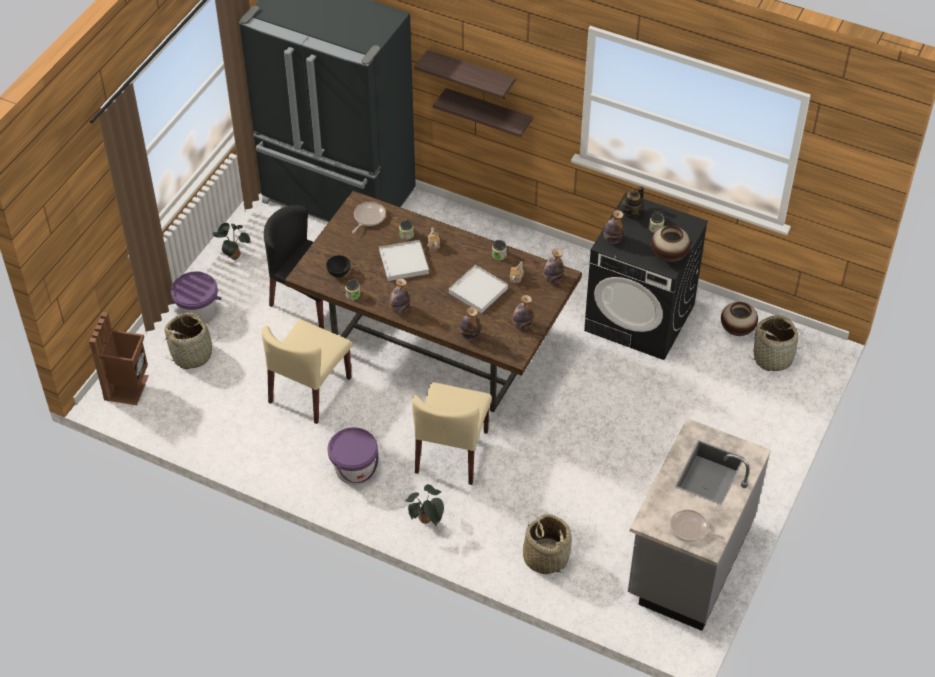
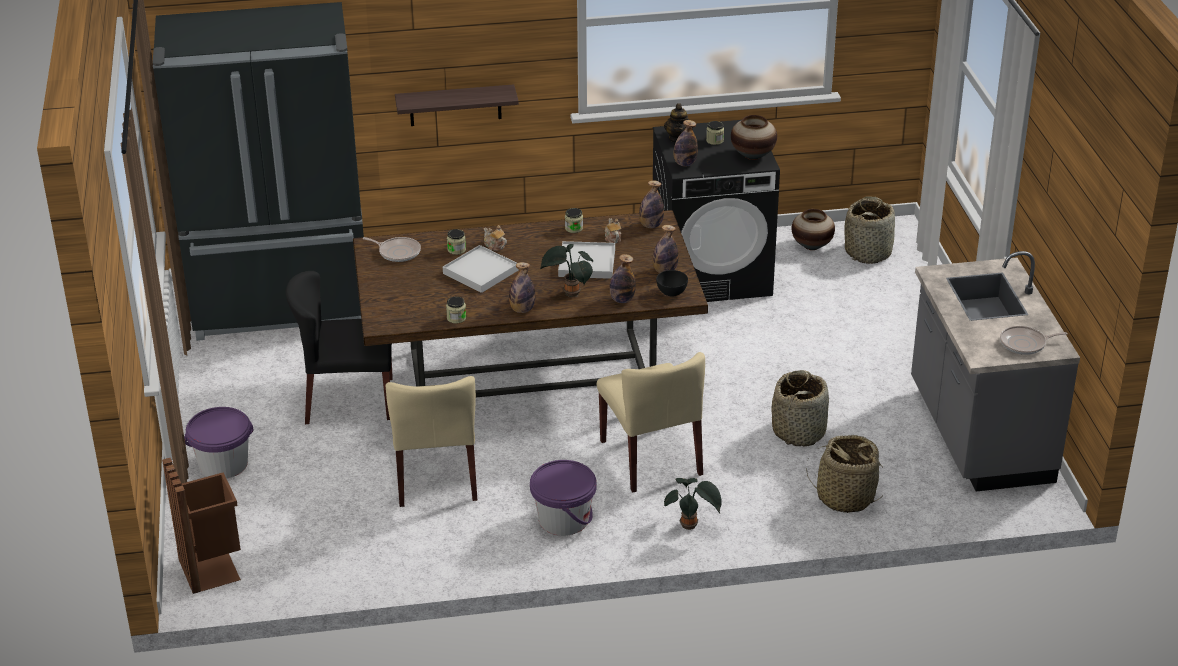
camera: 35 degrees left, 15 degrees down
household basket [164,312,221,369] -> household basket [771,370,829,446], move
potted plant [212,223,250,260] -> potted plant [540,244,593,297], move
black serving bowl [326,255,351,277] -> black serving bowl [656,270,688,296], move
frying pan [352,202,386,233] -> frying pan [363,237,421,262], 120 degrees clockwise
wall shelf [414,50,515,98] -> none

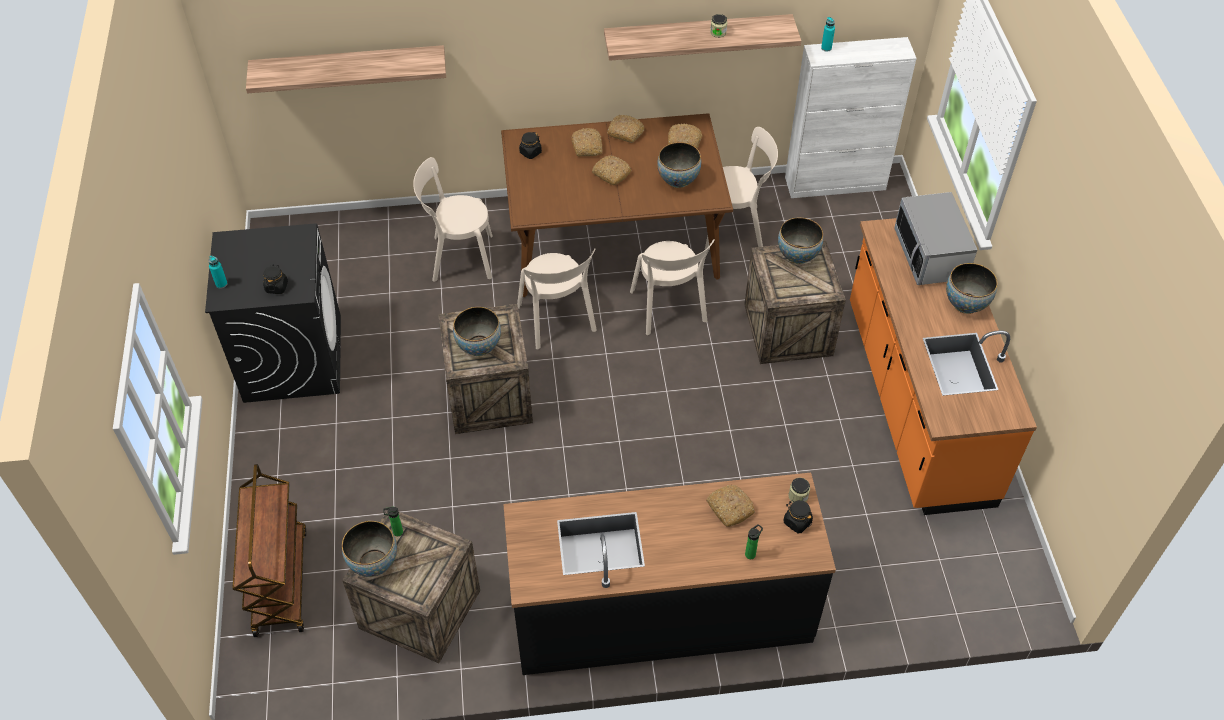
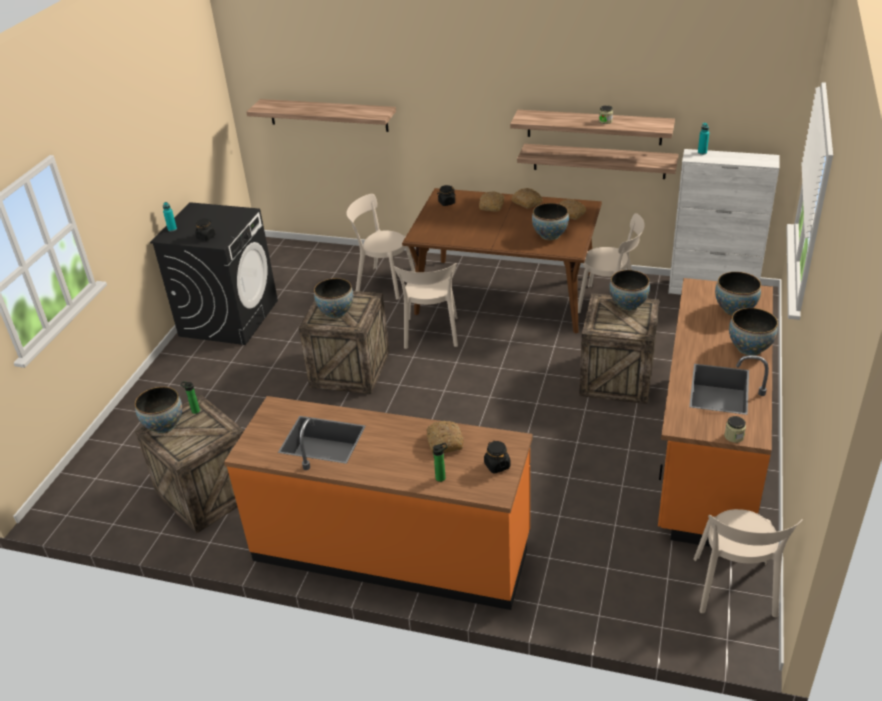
camera: 25 degrees right, 15 degrees down
brown trolley [232,464,307,637] -> none
black counter [503,473,836,675] -> orange counter [224,396,533,610]
bakery bread [592,155,632,185] -> none
beige chair [630,239,715,335] -> beige chair [694,509,803,618], move
preserve jar [788,478,810,502] -> preserve jar [724,416,746,443], move
microwave oven [894,192,977,285] -> serving bowl [715,272,761,316]
none -> wall shelf [517,144,679,179]

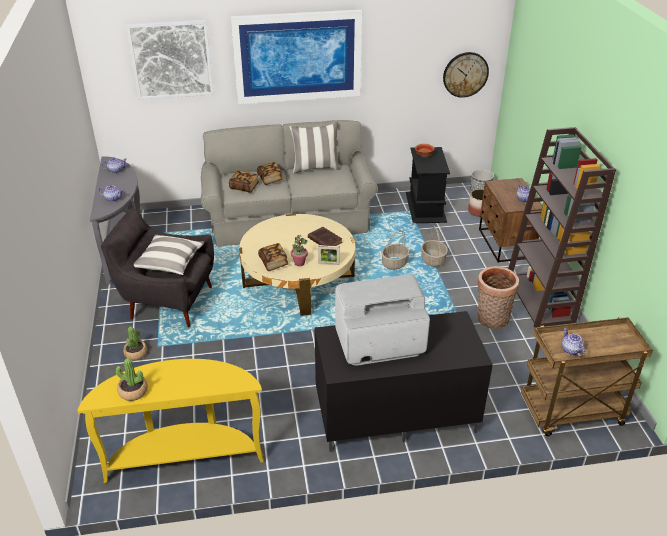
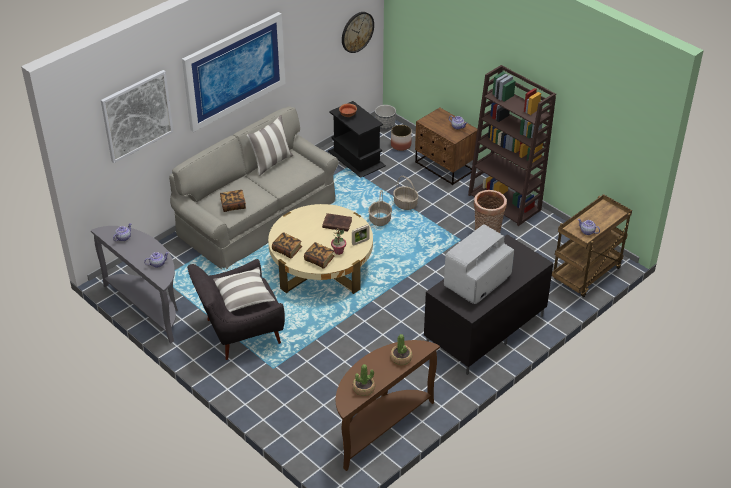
camera: 35 degrees left, 5 degrees up
yellow-coloured console table [78,359,264,483] -> brown console table [336,340,440,471]
potted plant [123,327,147,360] -> potted plant [390,334,412,365], move
bound book [257,162,283,185] -> bound book [272,232,302,259], move

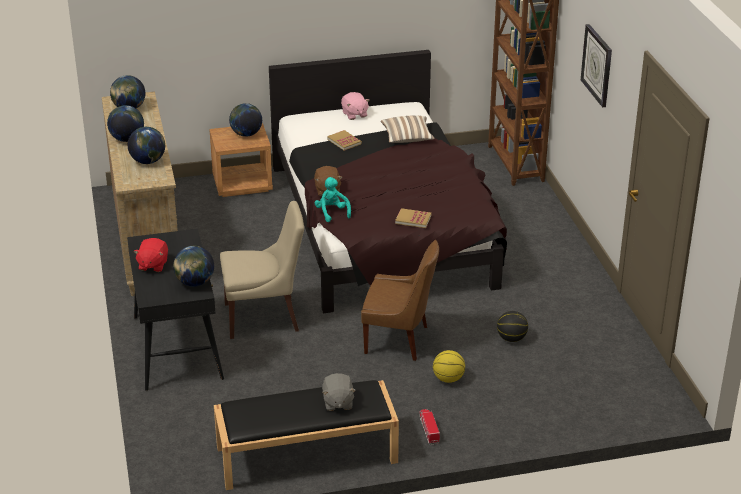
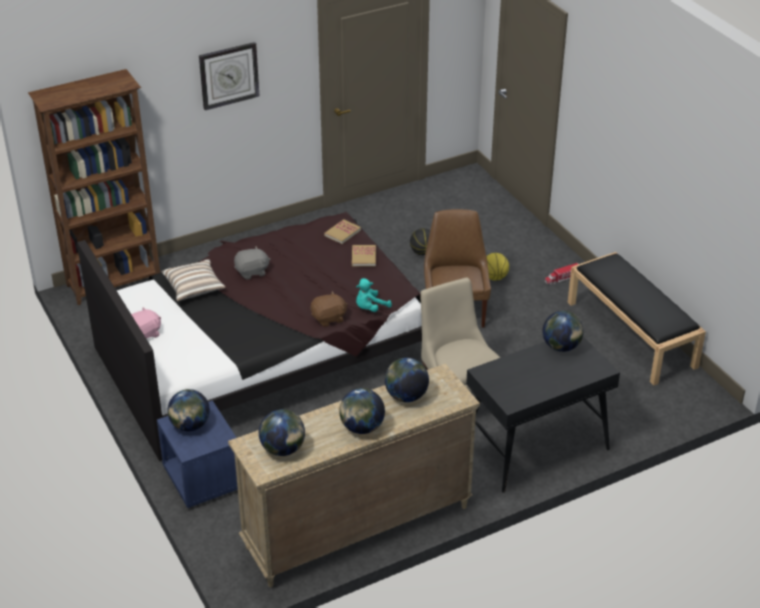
camera: 105 degrees left, 5 degrees up
red soft toy [133,238,168,272] -> none
brown night table [209,123,273,197] -> bluish night table [157,400,238,508]
greyish soft toy [322,373,356,411] -> greyish soft toy [234,246,270,280], move
bound book [327,130,362,151] -> bound book [324,219,361,244], move

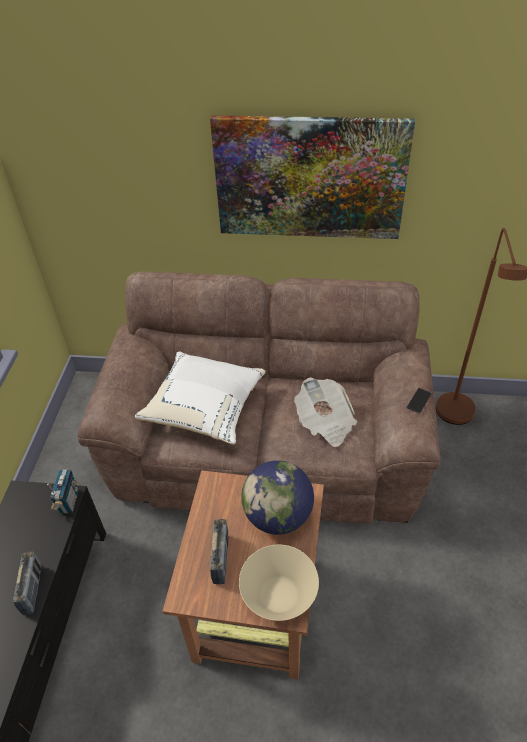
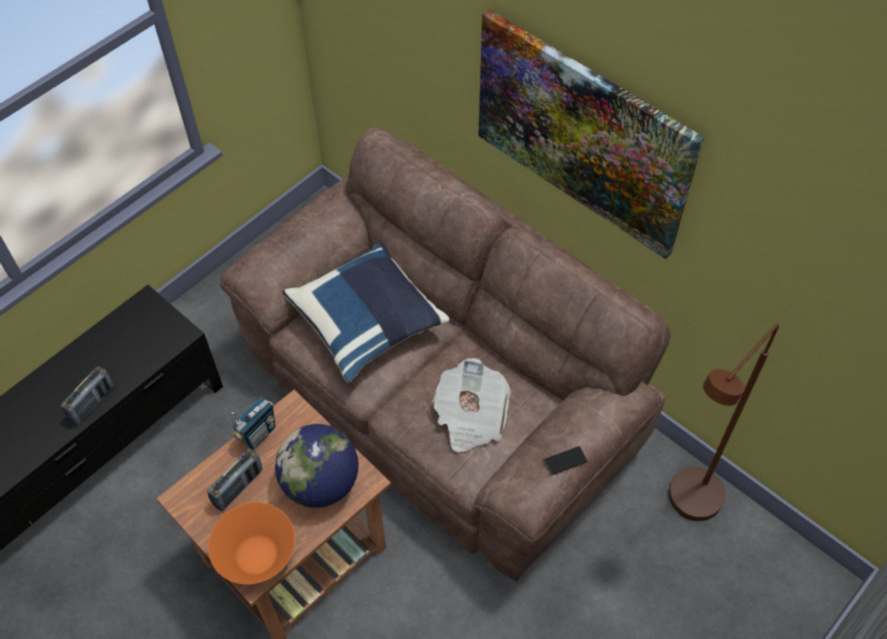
camera: 35 degrees right, 10 degrees up
radio set [47,469,78,513] -> radio set [232,397,276,450], move
whitish cushion [135,352,266,445] -> bluish cushion [282,241,450,383]
beige serving bowl [239,545,319,621] -> orange serving bowl [208,502,295,584]

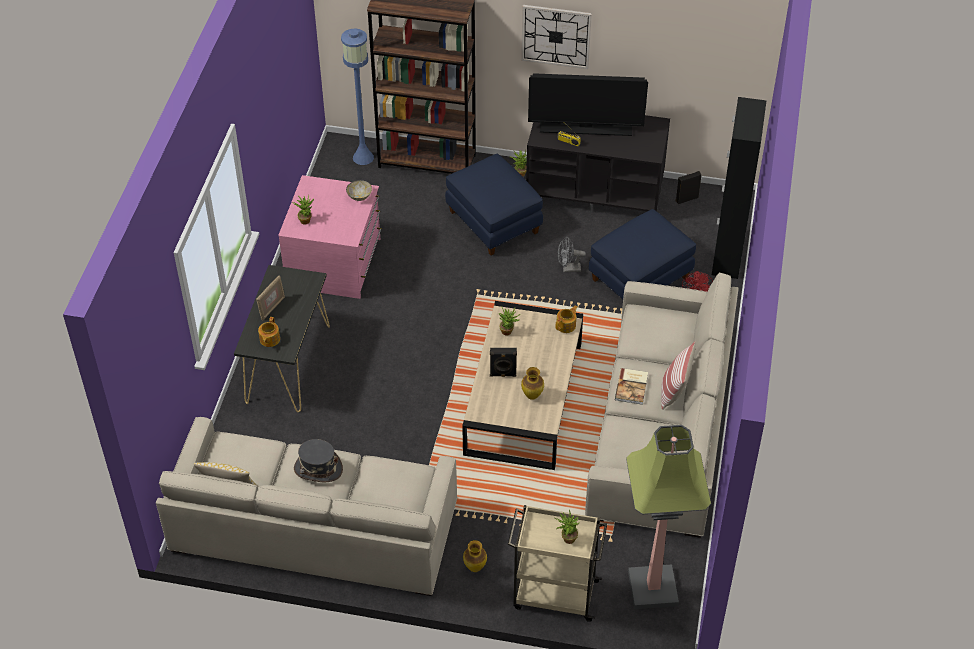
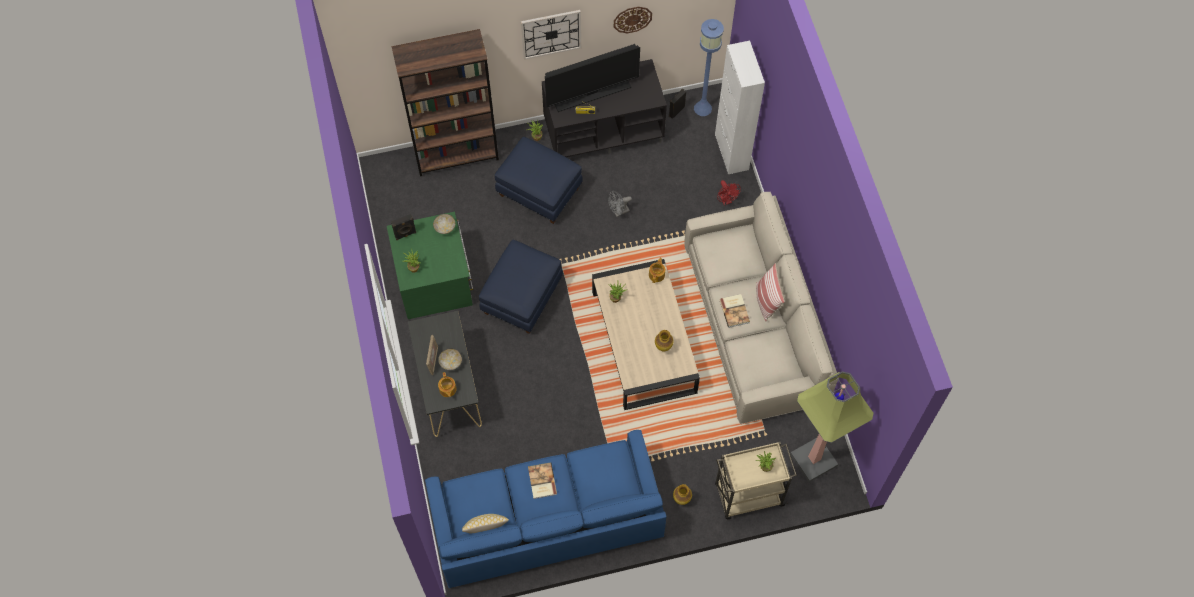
camera: 25 degrees left, 15 degrees up
beige settee [156,417,457,596] -> bluish settee [425,430,667,588]
pinkish chest of drawers [278,175,381,299] -> greenish chest of drawers [387,212,473,319]
greyish wearable hat [294,439,343,483] -> bound book [528,462,557,499]
bluish standing lamp [341,28,374,165] -> bluish standing lamp [694,19,724,116], move
black loudspeaker [490,348,517,377] -> black loudspeaker [391,214,416,240], move
bluish pouffe [589,209,696,299] -> bluish pouffe [479,240,563,334], move
black storage cabinet [712,97,766,279] -> whitish storage cabinet [715,41,765,174]
none -> serving bowl [438,348,462,370]
none -> clock on the wall [614,7,652,33]

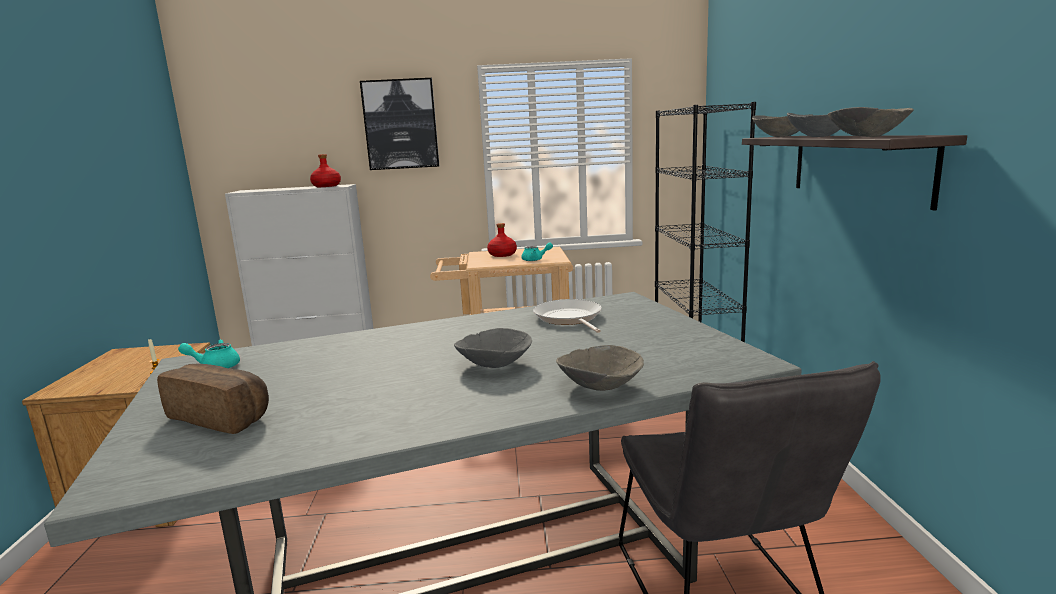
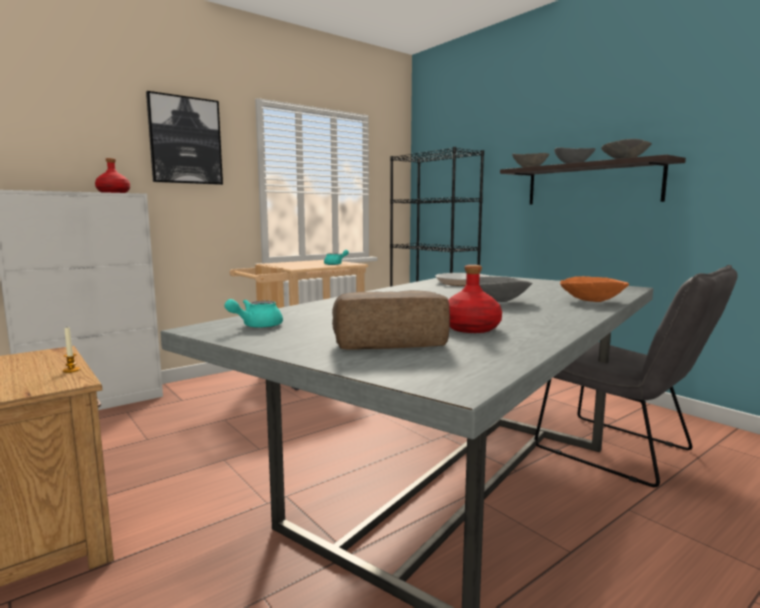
camera: 35 degrees left, 5 degrees down
red bottle [487,223,517,257] -> red bottle [448,265,502,333], move
greyish serving bowl [556,345,644,391] -> orange serving bowl [560,276,629,302]

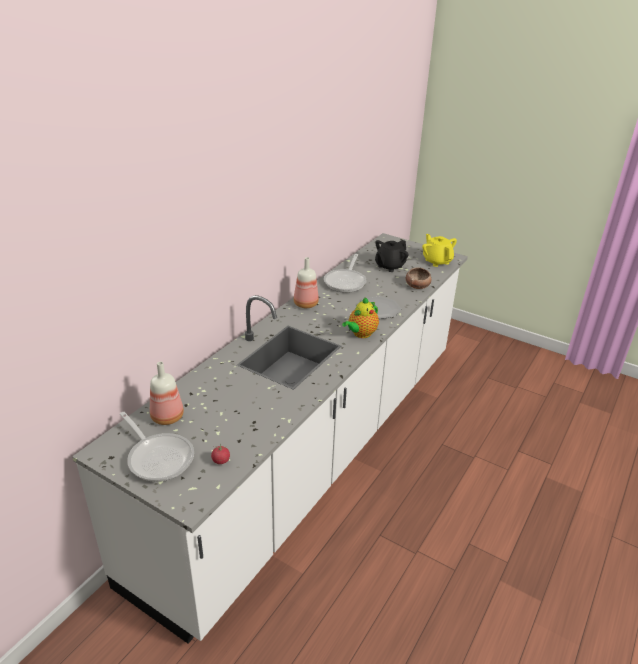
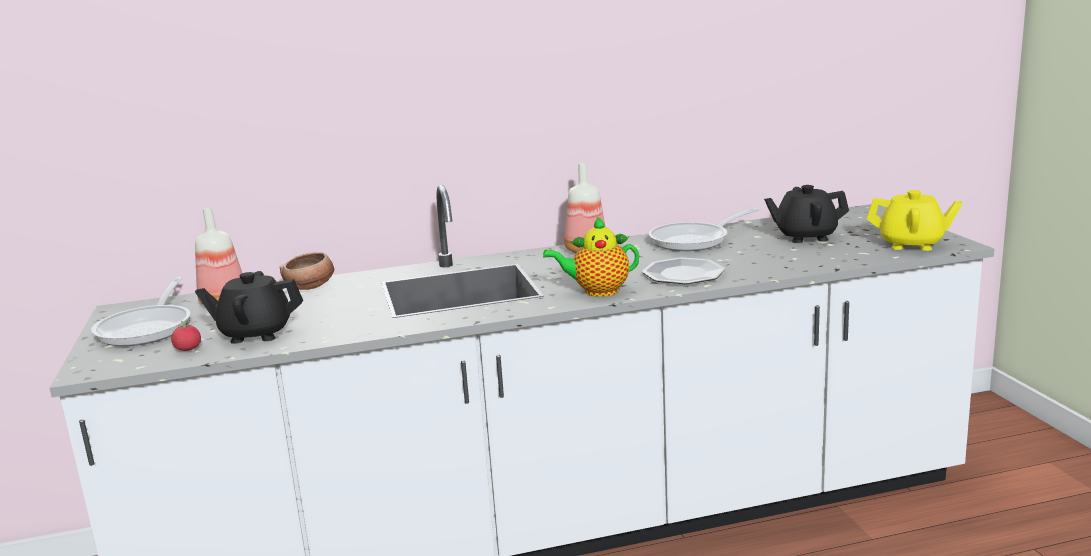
camera: 45 degrees right, 15 degrees down
serving bowl [406,267,431,289] -> serving bowl [280,252,334,290], move
yellow-coloured tea pot [422,234,457,267] -> yellow-coloured tea pot [867,190,962,251], 90 degrees clockwise
none -> black tea pot [195,271,303,344]

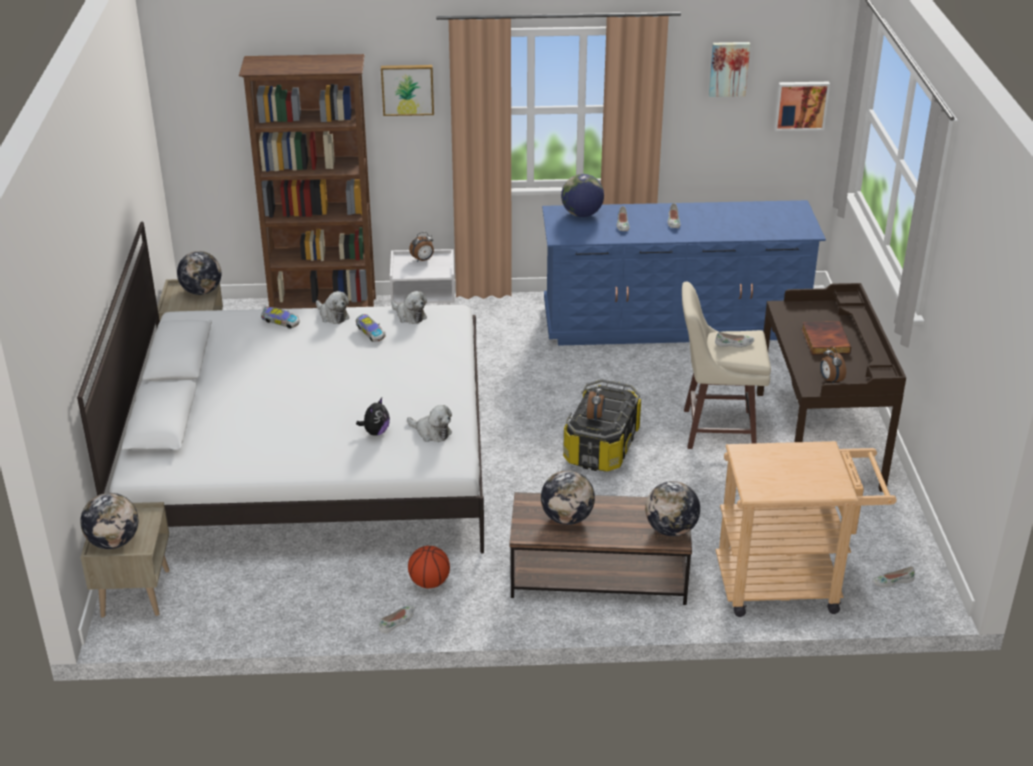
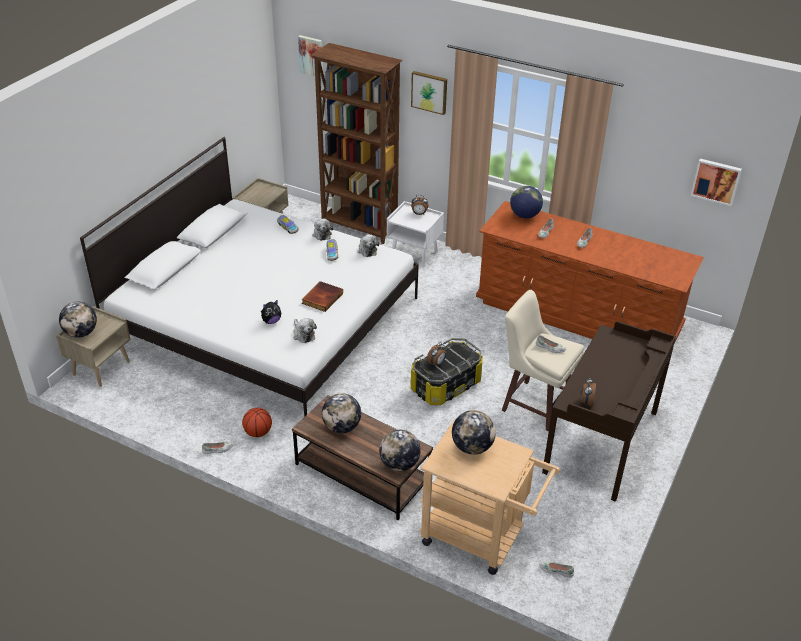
camera: 30 degrees right, 5 degrees up
globe [177,251,221,295] -> globe [452,410,496,455], move
bluish chest of drawers [542,200,826,346] -> brown chest of drawers [476,201,704,344]
wall picture [709,42,750,97] -> wall picture [298,35,323,78], move
bound book [802,321,851,355] -> bound book [302,281,343,312], move

